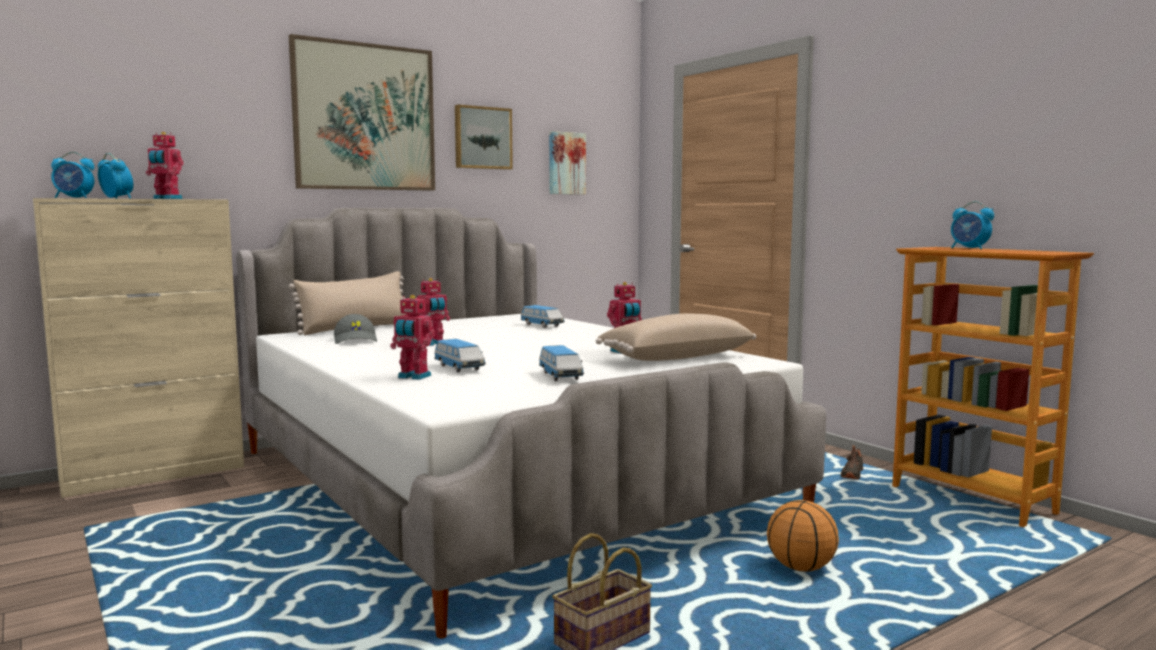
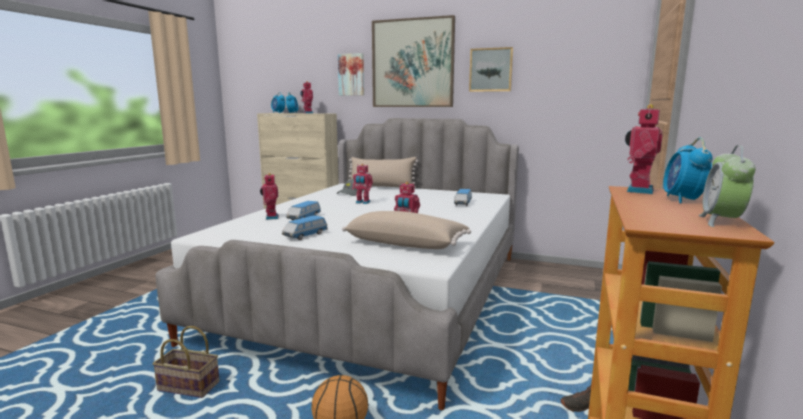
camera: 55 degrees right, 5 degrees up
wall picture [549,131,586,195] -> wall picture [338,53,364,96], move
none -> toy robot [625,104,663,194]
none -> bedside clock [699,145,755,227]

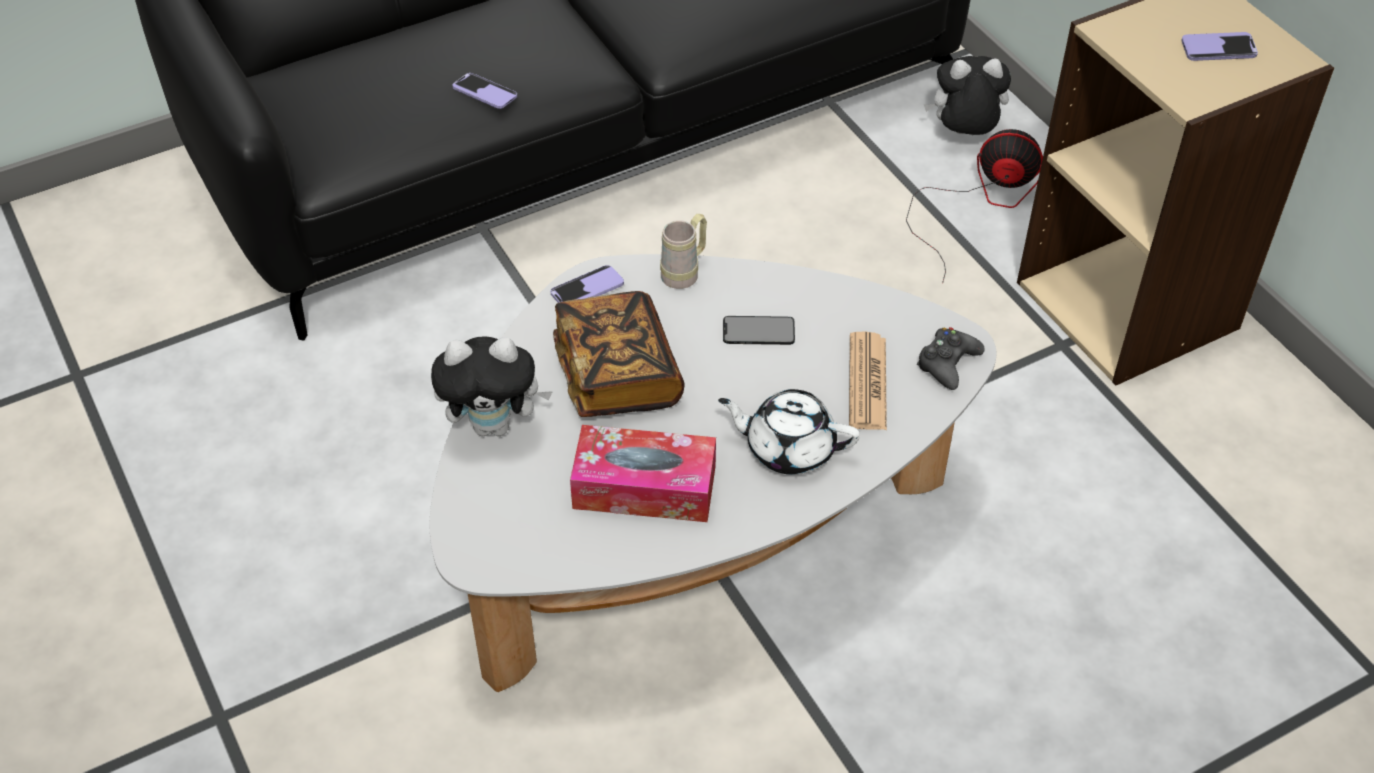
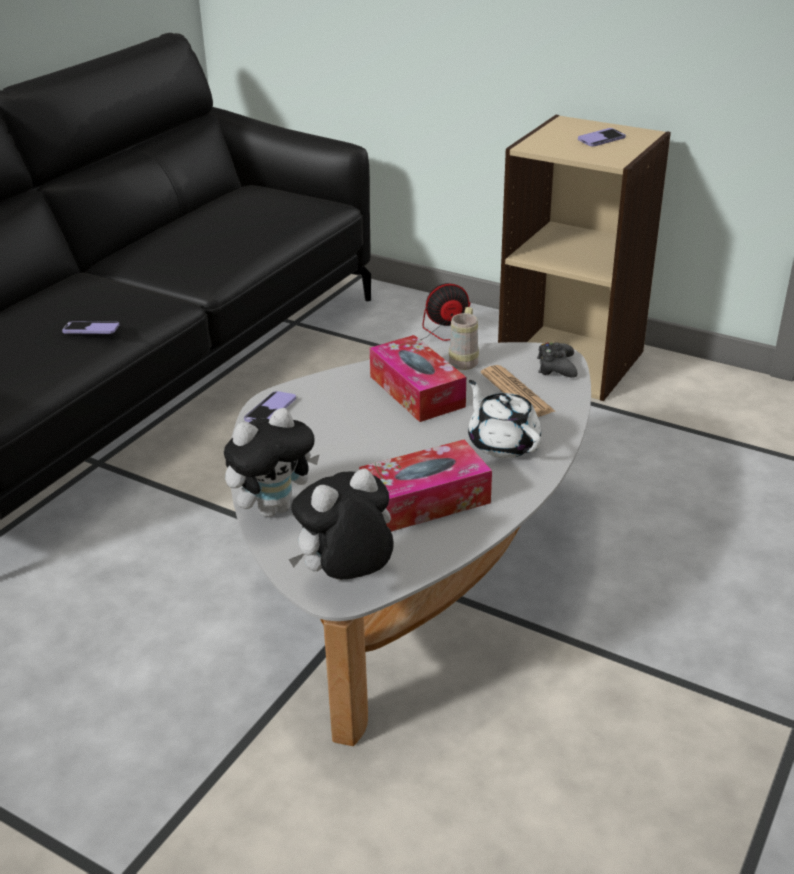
camera: 30 degrees left, 15 degrees down
bound book [553,291,685,417] -> none
beige coffee mug [660,214,707,289] -> beige coffee mug [449,307,479,370], move
whitish tea pot [718,389,860,475] -> whitish tea pot [468,380,541,458], 75 degrees clockwise
phone [723,316,795,345] -> tissue holder [370,335,466,422]
soft toy [924,56,1011,135] -> soft toy [289,468,394,580], move

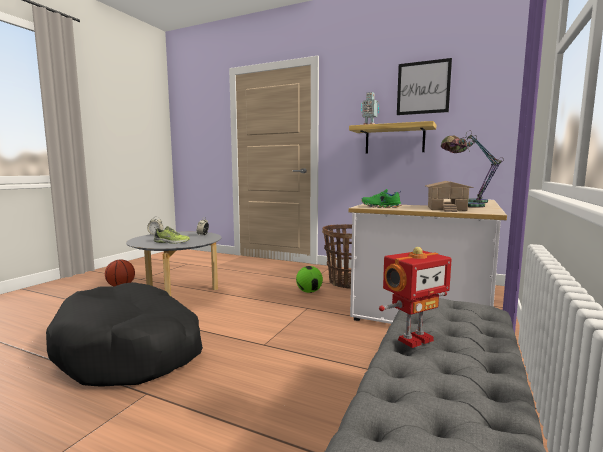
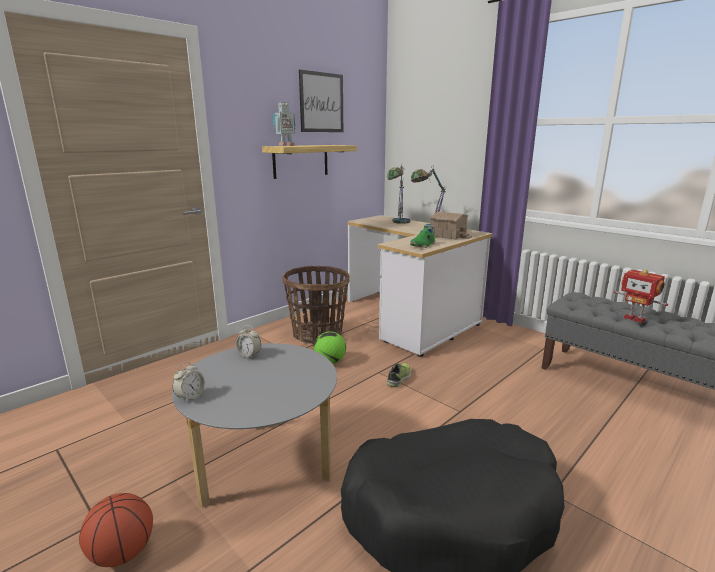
camera: 70 degrees left, 10 degrees up
low shoe [154,226,190,244] -> low shoe [387,363,411,387], move
toy robot [379,247,452,348] -> toy robot [613,269,668,323], 150 degrees clockwise

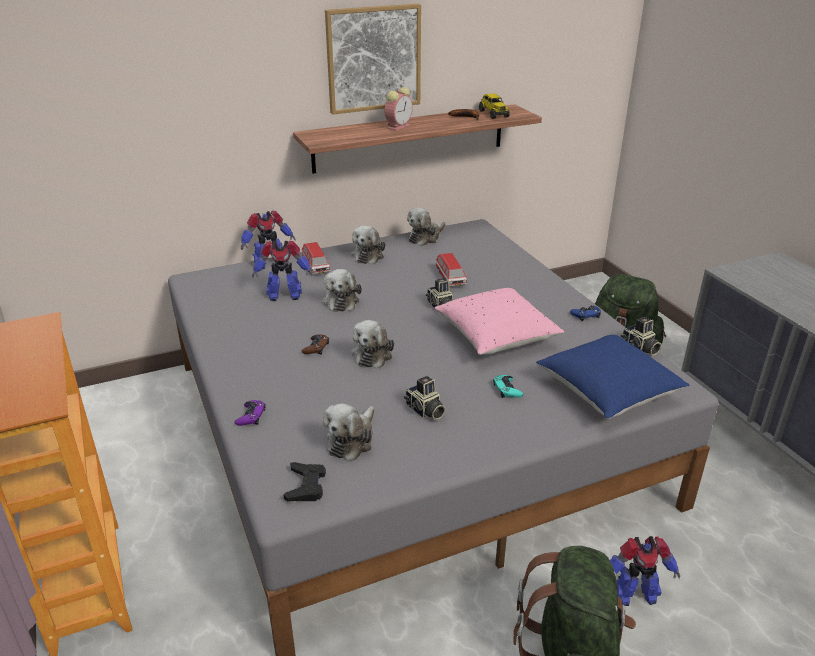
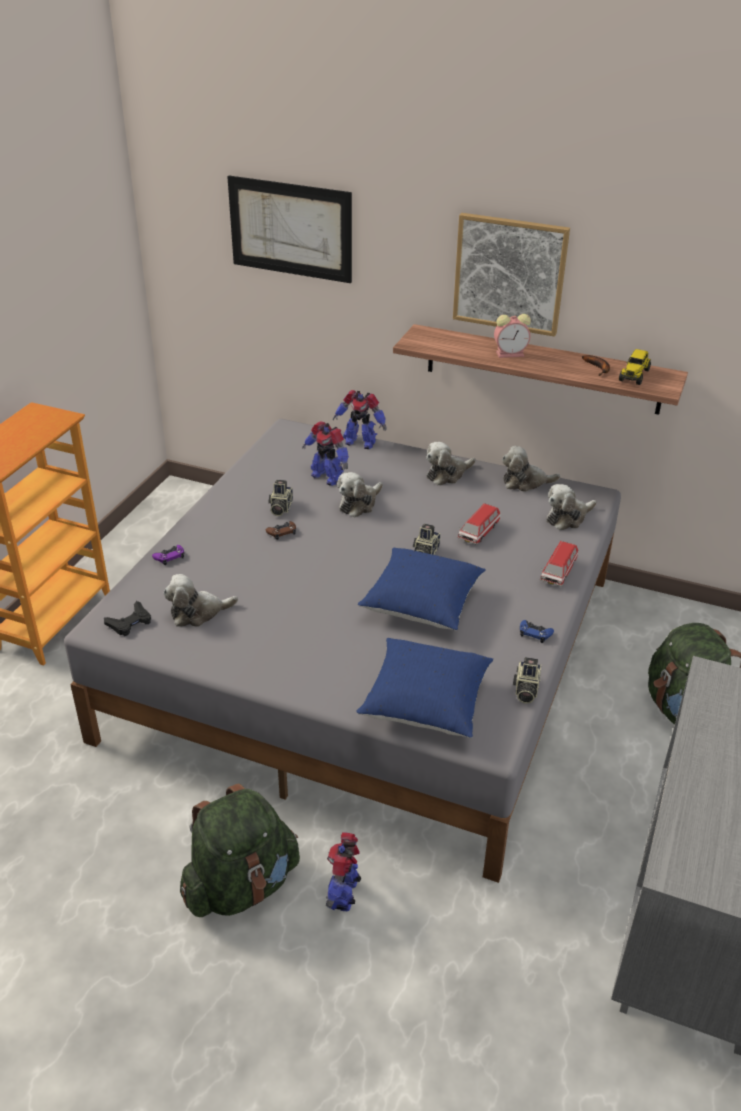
camera: 45 degrees right, 5 degrees up
miniature car [302,242,331,274] -> miniature car [540,541,579,586], move
soft toy [351,320,394,368] -> soft toy [546,484,597,530], move
still camera [404,376,446,420] -> still camera [268,480,293,516], move
pinkish cushion [434,288,564,355] -> bluish cushion [358,548,486,631]
turquoise-coloured joypad [493,375,524,398] -> none
toy robot [610,536,680,606] -> toy robot [326,832,361,911], 60 degrees clockwise
none -> wall picture [227,175,352,283]

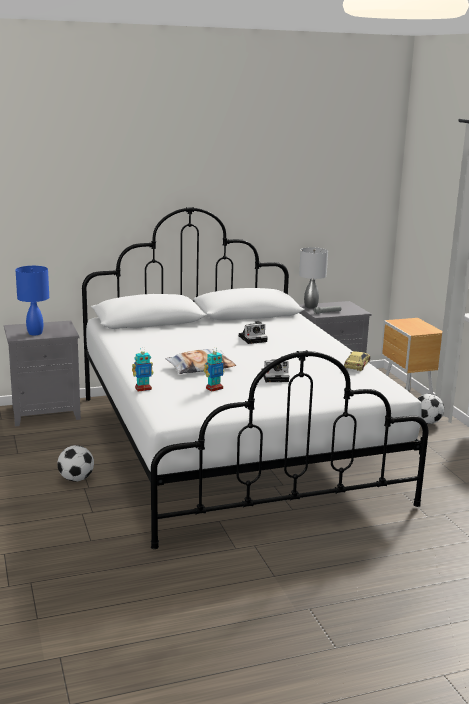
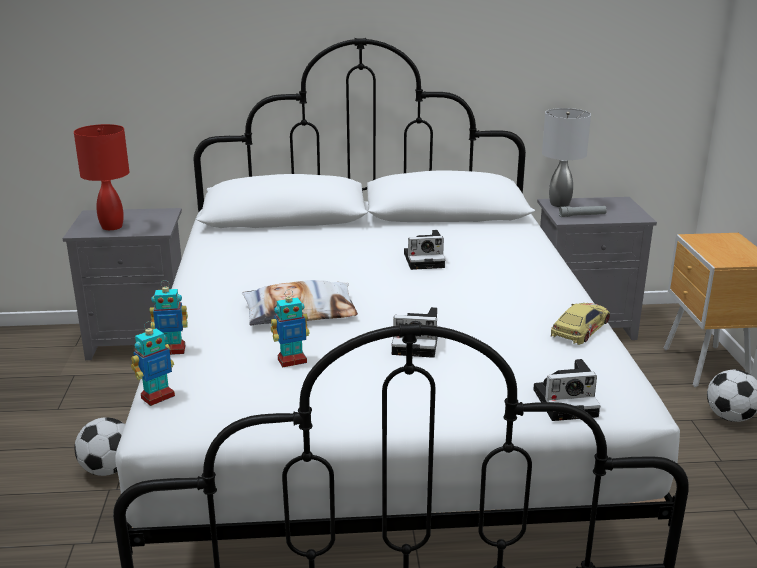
camera: 15 degrees right, 5 degrees up
bluish lamp for a table [16,266,49,335] -> red lamp for a table [74,124,129,230]
none -> toy robot [131,321,175,406]
none -> still camera [533,359,600,421]

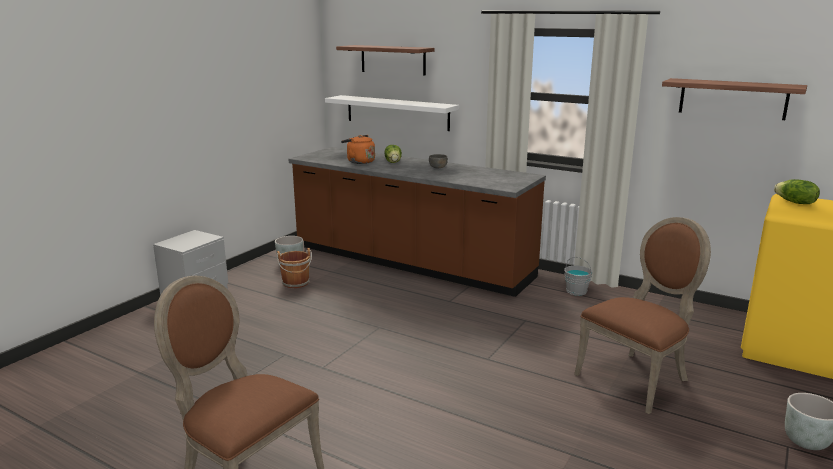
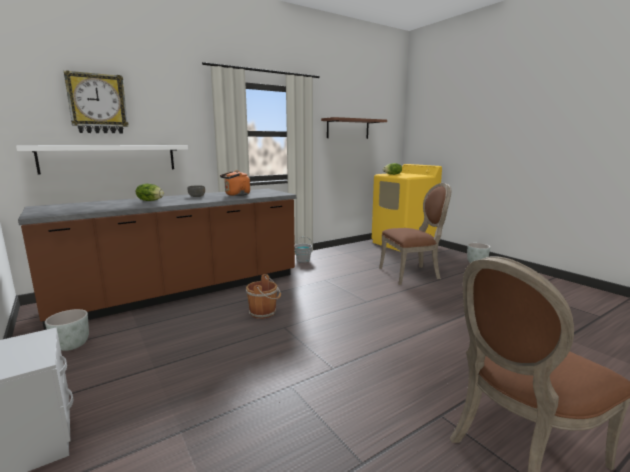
camera: 65 degrees left, 5 degrees down
brown bucket [277,248,312,288] -> brown bucket [246,274,281,319], move
wall shelf [336,45,435,76] -> clock on the wall [64,70,129,134]
orange tea kettle [341,135,375,164] -> orange tea kettle [220,171,250,196], move
brown chair [574,217,711,414] -> brown chair [379,183,451,285], 90 degrees clockwise

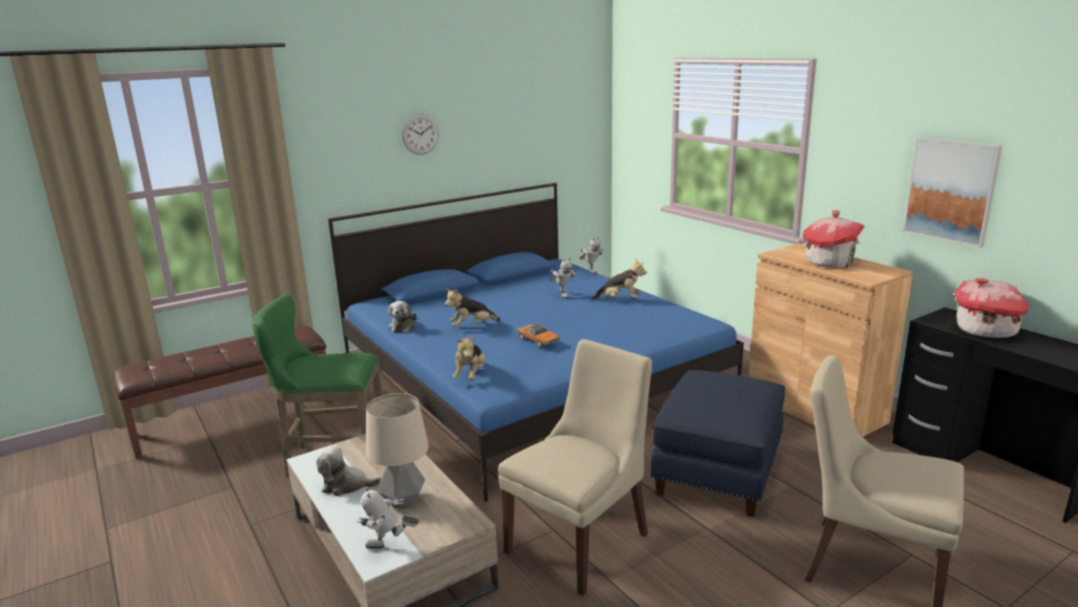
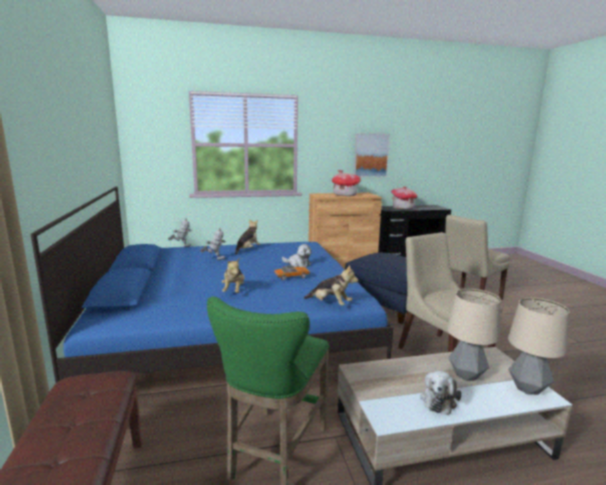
camera: 70 degrees left, 5 degrees down
toy robot [357,486,419,549] -> lamp for a table [508,298,570,395]
soft toy [388,301,417,332] -> soft toy [282,244,311,267], move
clock on the wall [402,114,439,155] -> none

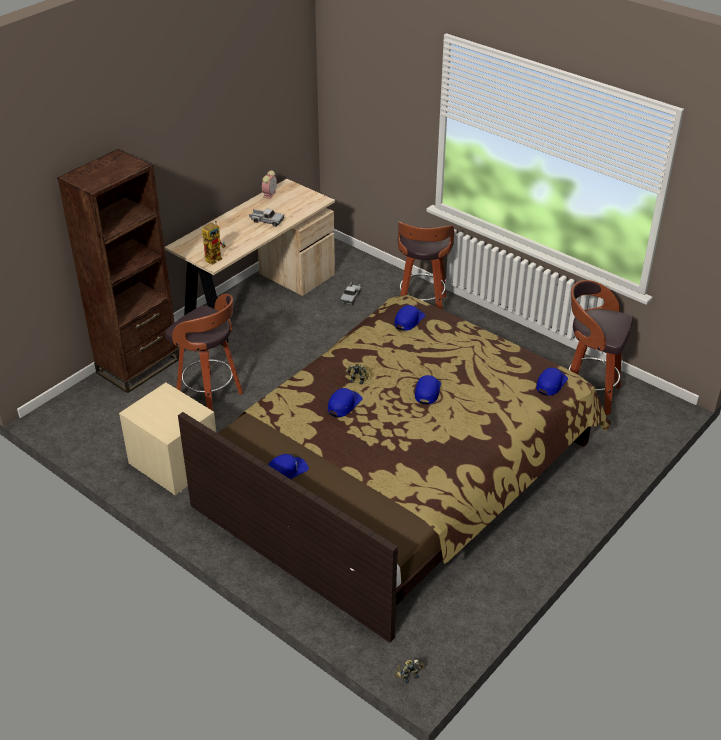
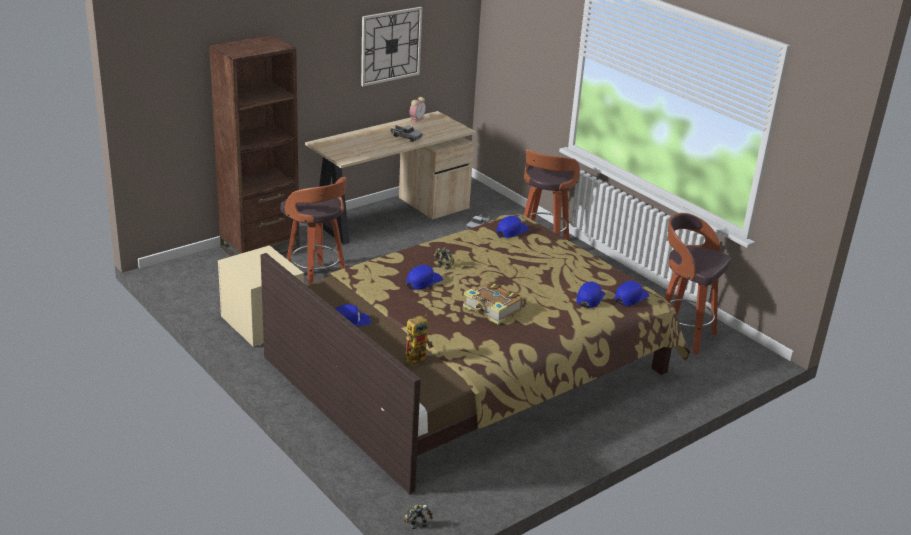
camera: 10 degrees right, 10 degrees down
toy robot [202,221,226,265] -> toy robot [405,314,434,367], move
bluish baseball cap [415,375,441,405] -> bluish baseball cap [576,282,605,308], move
none -> clock on the wall [361,7,423,86]
none -> bound book [463,281,523,325]

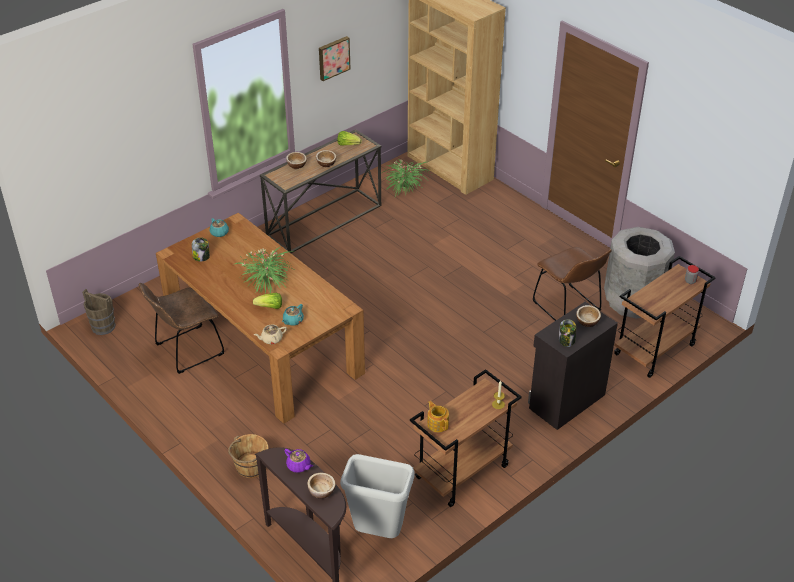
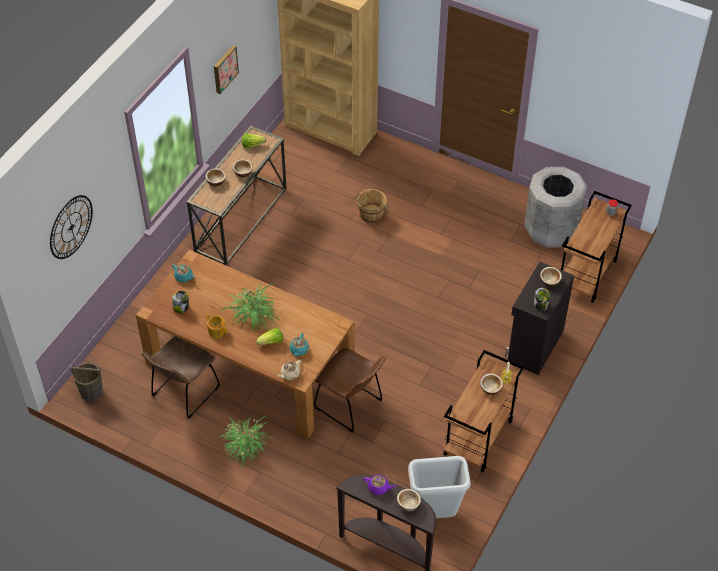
camera: 20 degrees left, 10 degrees up
brown bucket [228,434,268,478] -> brown bucket [355,189,389,223], move
potted plant [382,159,431,196] -> potted plant [217,416,273,468], move
tea pot [427,401,449,432] -> tea pot [205,314,227,338], move
brown chair [533,247,612,321] -> brown chair [314,348,386,432], move
none -> clock on the wall [50,195,93,259]
none -> serving bowl [480,373,503,395]

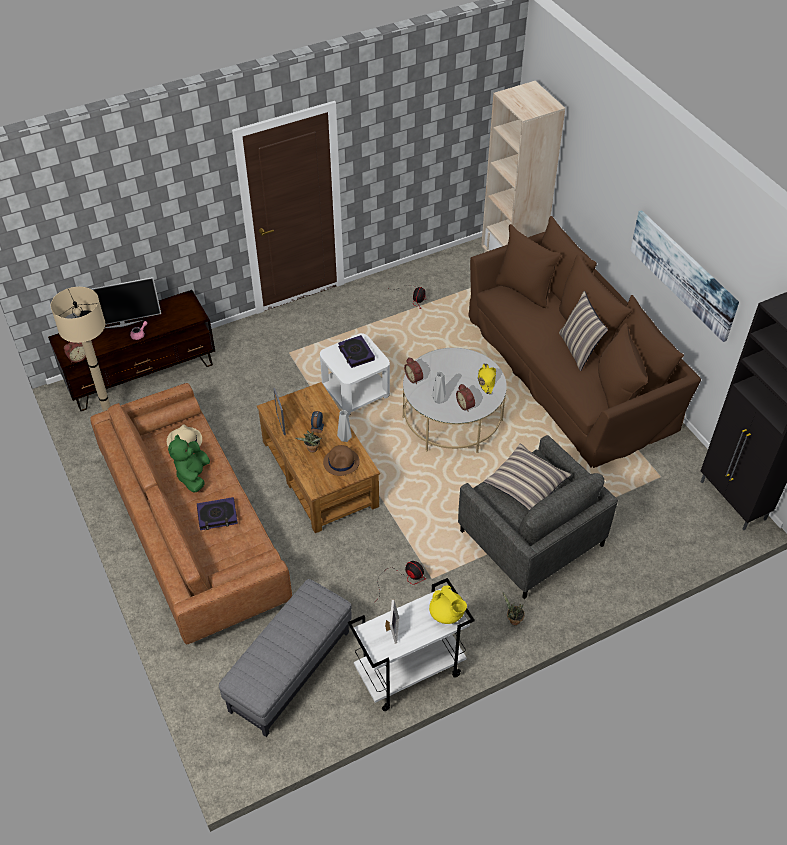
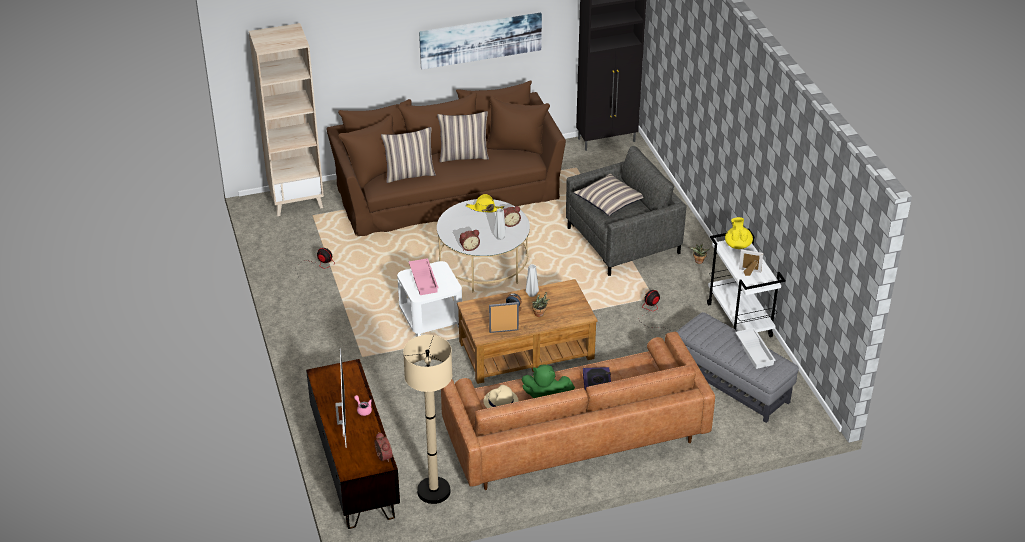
camera: 80 degrees left, 10 degrees down
brown wearable hat [323,445,360,476] -> none
bound book [338,335,375,368] -> pinkish carrying tray [409,258,439,295]
yellow-coloured tea pot [429,585,467,624] -> yellow-coloured tea pot [725,217,753,249], 60 degrees counterclockwise
none -> cushion [381,127,436,183]
none -> whitish carrying tray [735,328,776,369]

